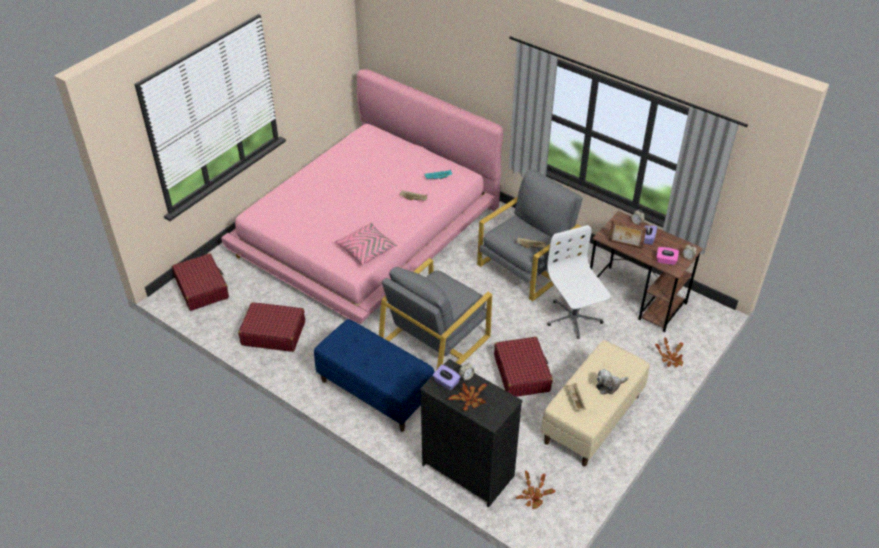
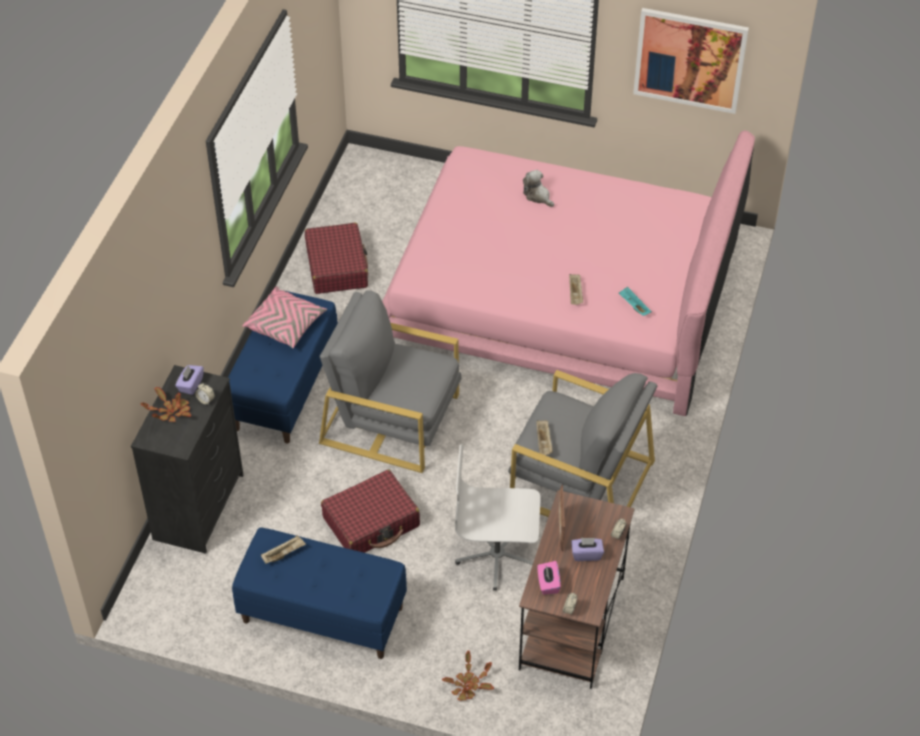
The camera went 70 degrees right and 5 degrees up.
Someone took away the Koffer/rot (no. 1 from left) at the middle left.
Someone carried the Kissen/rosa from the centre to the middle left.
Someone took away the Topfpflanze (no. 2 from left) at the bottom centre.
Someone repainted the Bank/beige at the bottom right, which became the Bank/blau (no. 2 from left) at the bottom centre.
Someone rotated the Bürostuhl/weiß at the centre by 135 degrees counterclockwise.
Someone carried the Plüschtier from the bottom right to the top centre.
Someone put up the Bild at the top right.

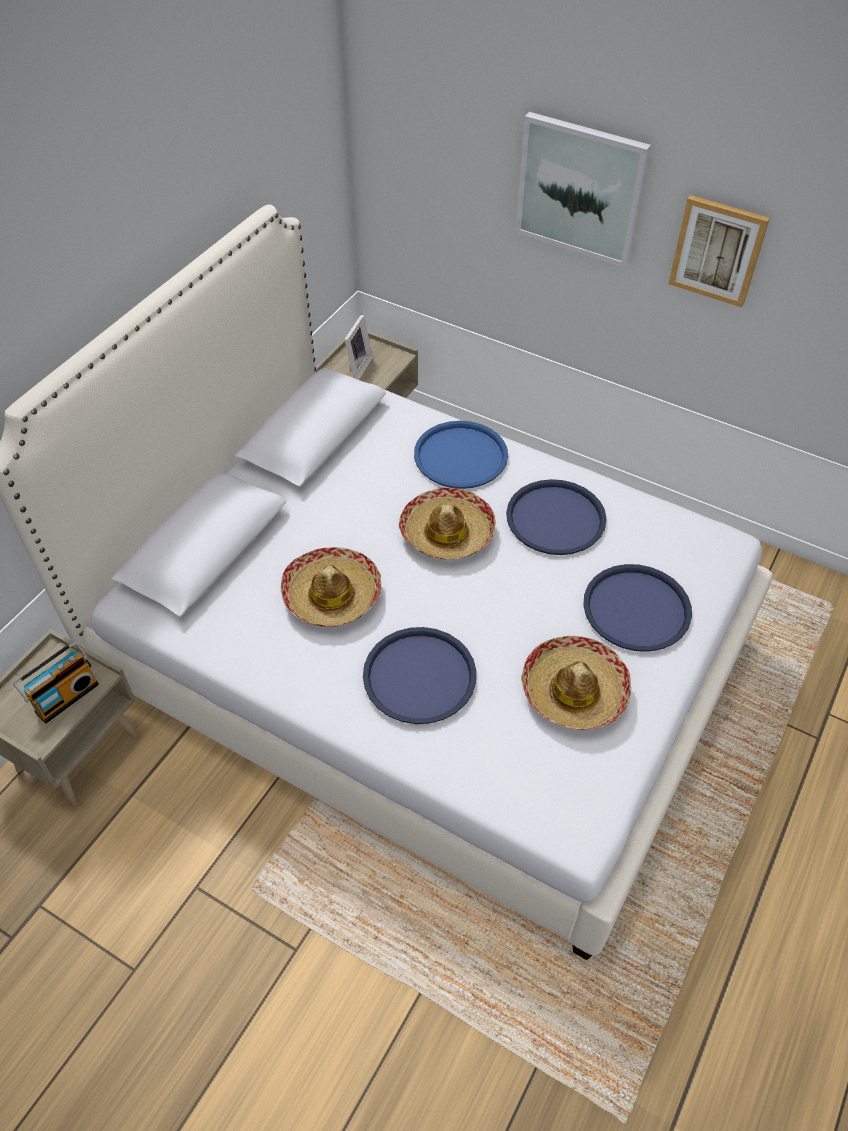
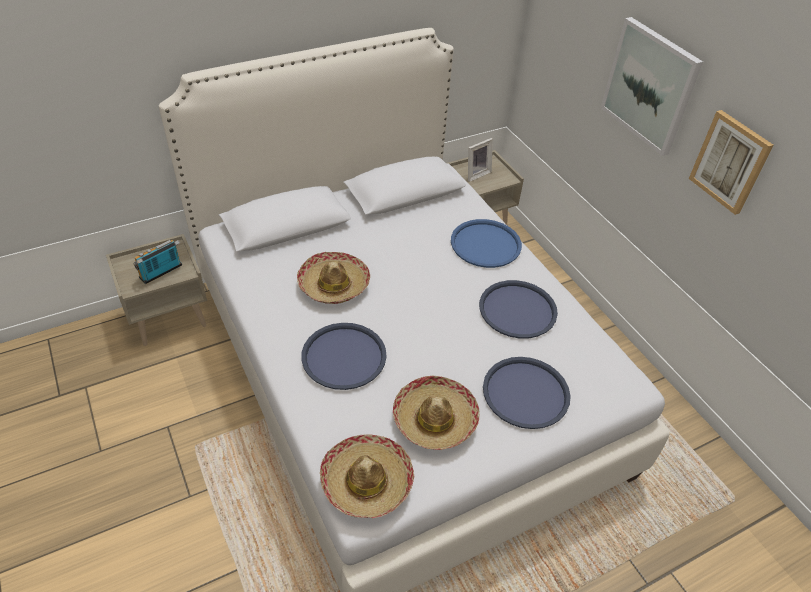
The camera went 30 degrees right and 5 degrees down.
Someone rotated the Radio at the middle left by 150 degrees clockwise.
Someone carried the Hut (no. 2 from left) from the centre to the bottom centre.

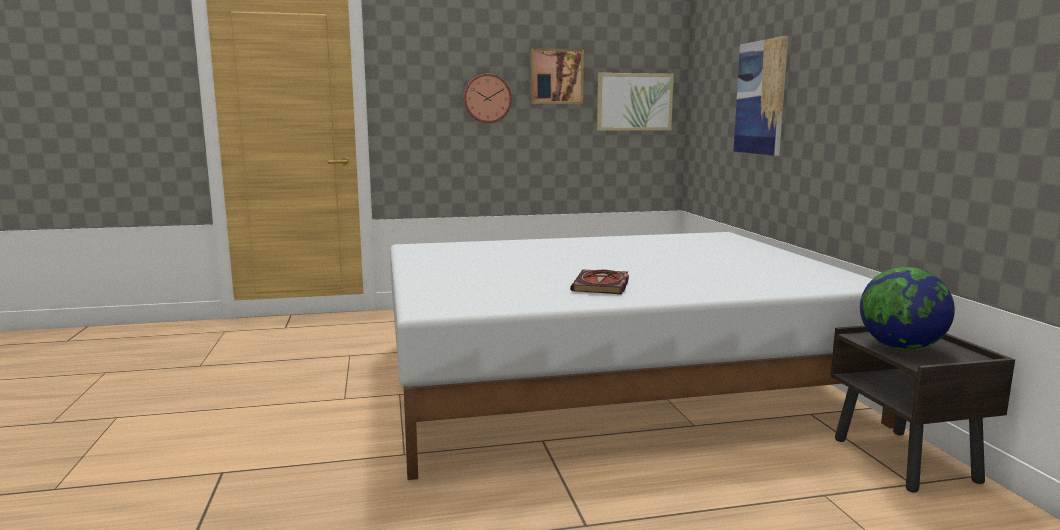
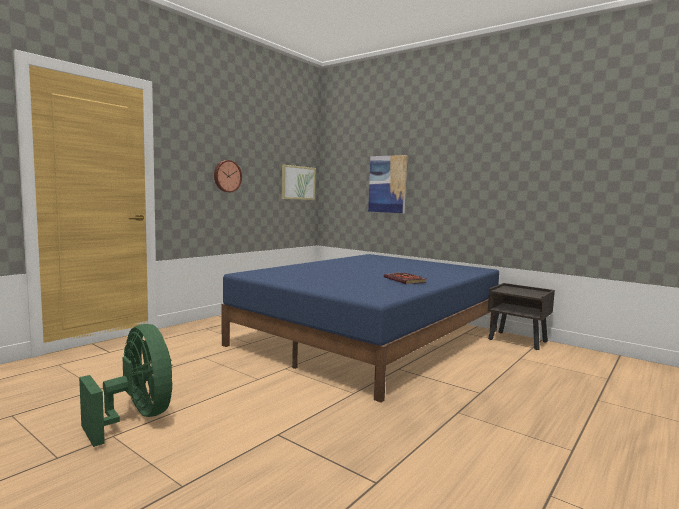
The camera went 40 degrees left and 5 degrees down.
Someone repainted the Bett/weiß at the bottom centre, which became the Bett/blau at the centre.
Someone took away the Bild (no. 1 from left) at the top centre.
Someone took away the Globus at the middle right.
Someone put down the Ventilator/grün at the bottom left.

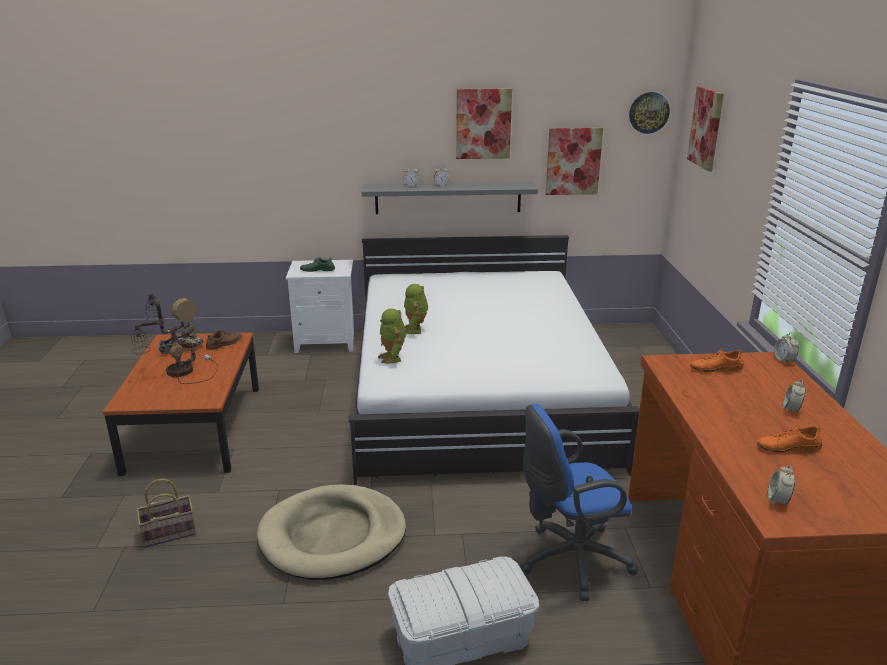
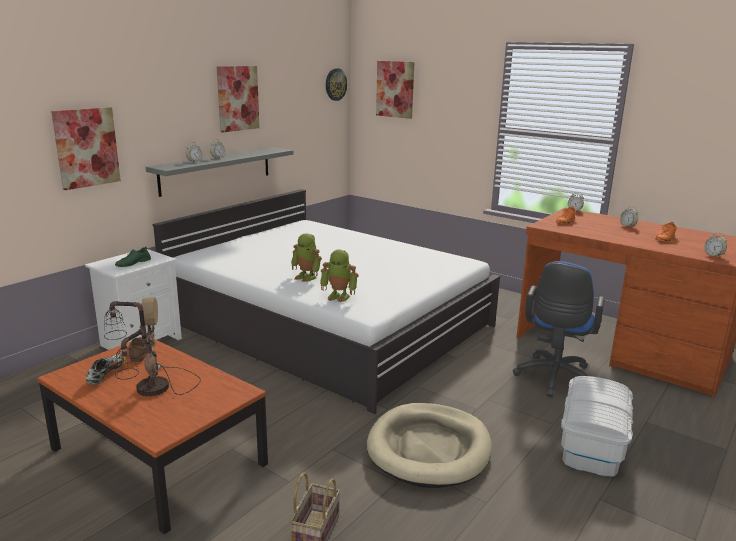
The camera went 50 degrees left and 5 degrees down.
Someone carried the Bild (no. 2 from left in the first image) from the top centre to the top left.

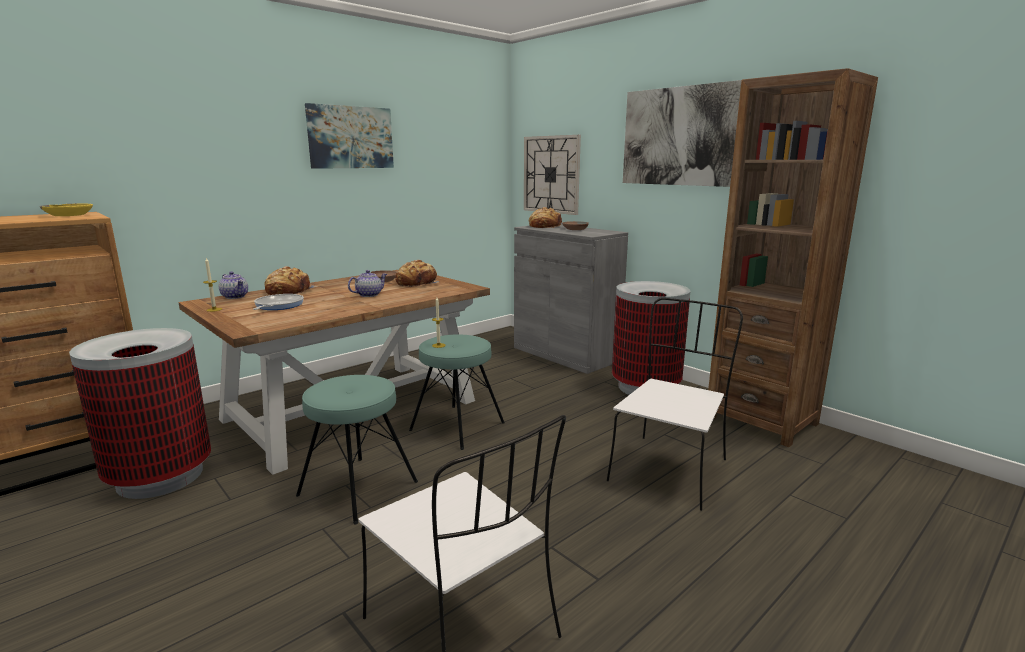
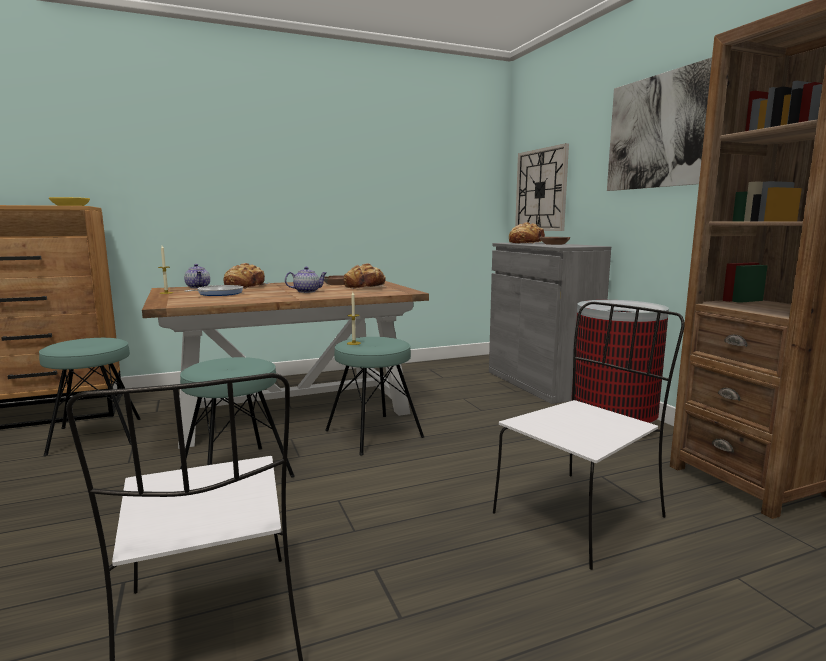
The camera went 20 degrees right and 5 degrees down.
Someone swapped the Mülleimer (no. 1 from left) at the middle left for the Hocker/türkis (no. 1 from left) at the middle left.
Someone took away the Bild (no. 1 from left) at the top centre.

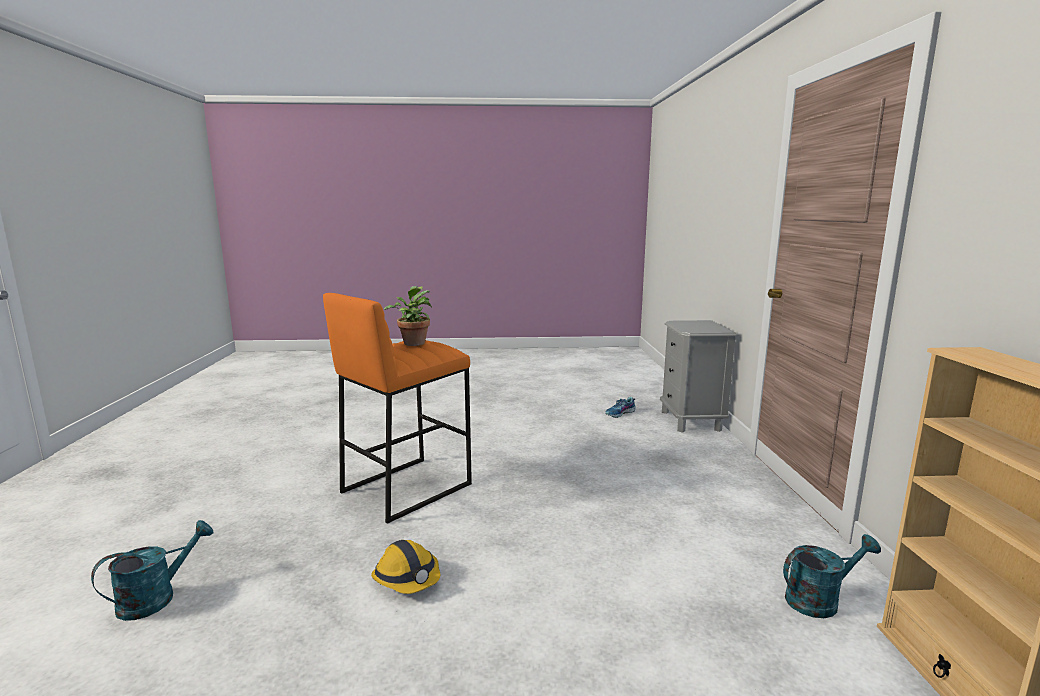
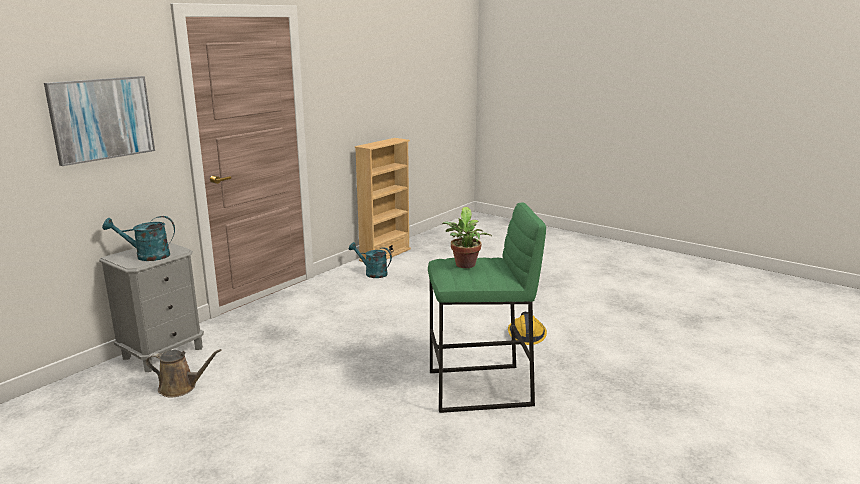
The camera went 140 degrees left and 5 degrees up.
Someone carried the Gießkanne/türkis (no. 1 from left) from the bottom left to the middle left.
Someone repainted the Hocker/orange at the centre, which became the Hocker/grün at the centre.
Someone swapped the Schuh at the centre for the Gießkanne/braun at the bottom left.
Someone put up the Bild at the top left.

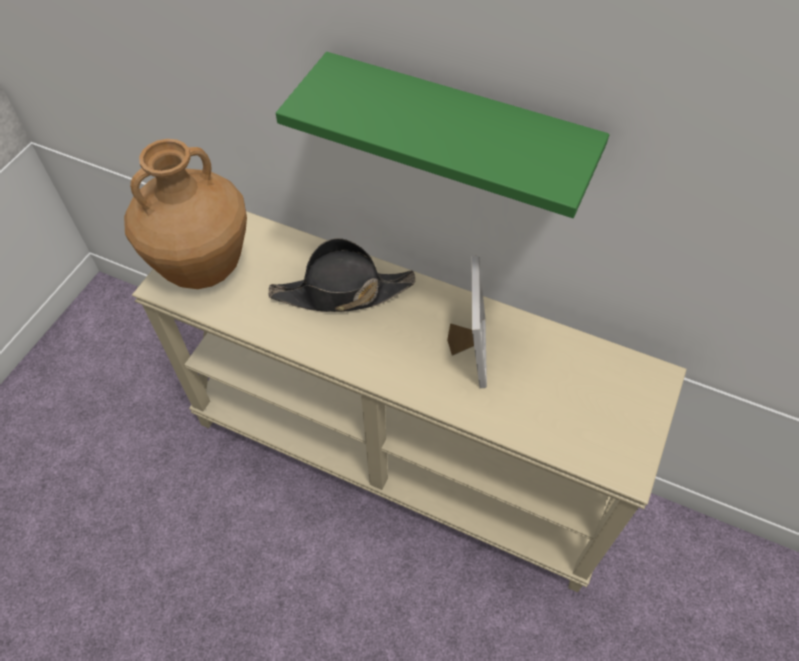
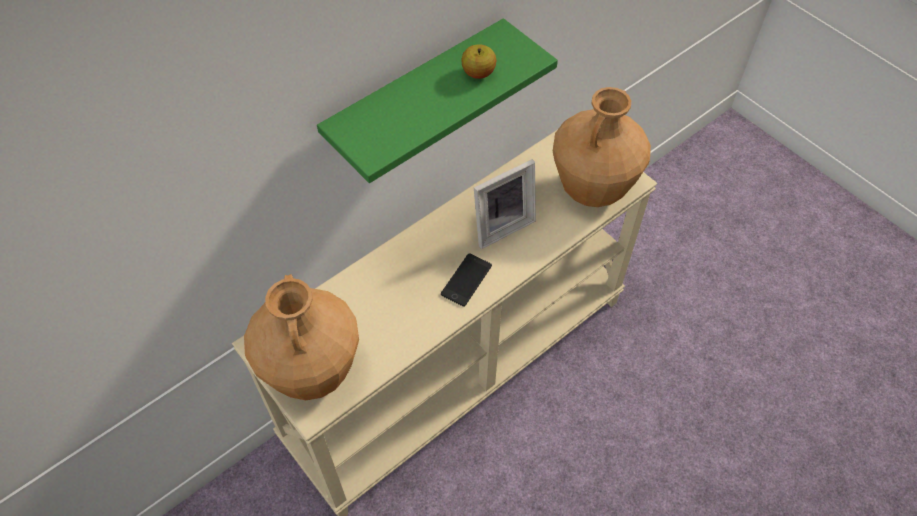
The camera went 65 degrees left and 0 degrees up.
Someone took away the Hut/schwarz at the centre.
Someone rotated the Bilderrahmen at the centre by 120 degrees clockwise.
Someone put down the Handy at the centre.
Someone put down the Apfel at the top centre.
Someone put down the Vase/braun (no. 2 from left) at the top centre.

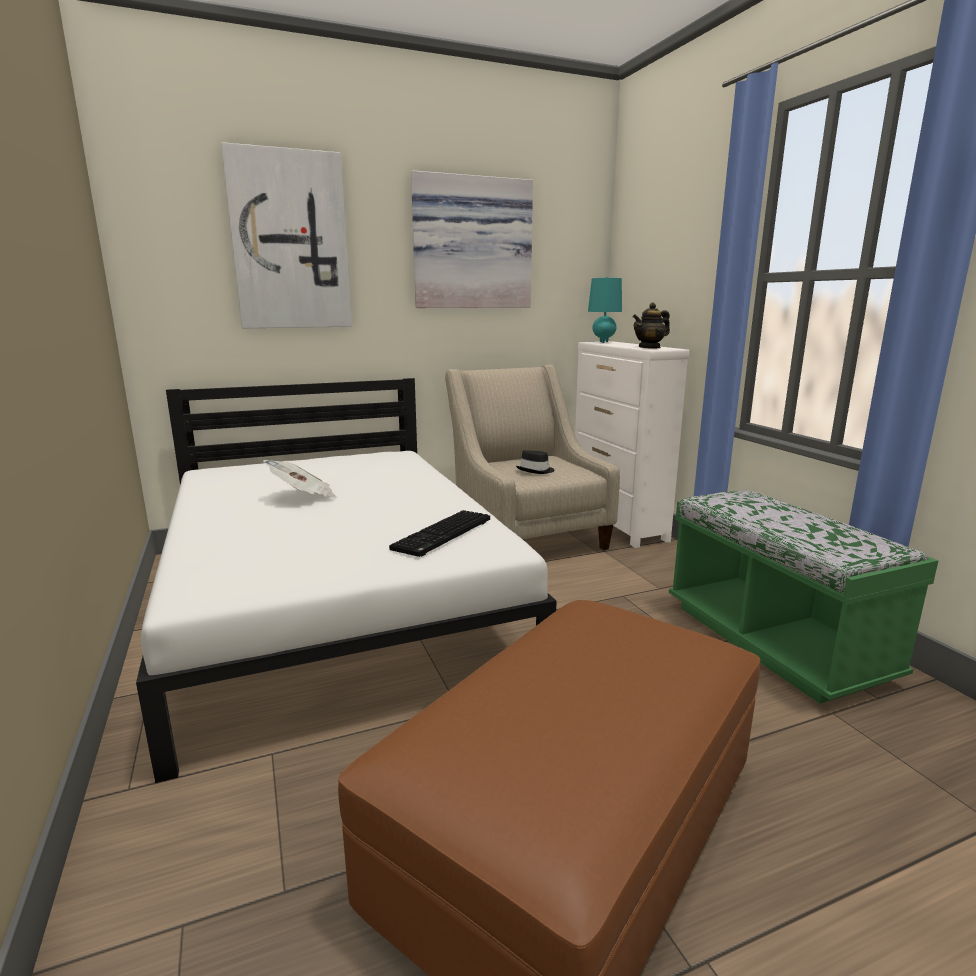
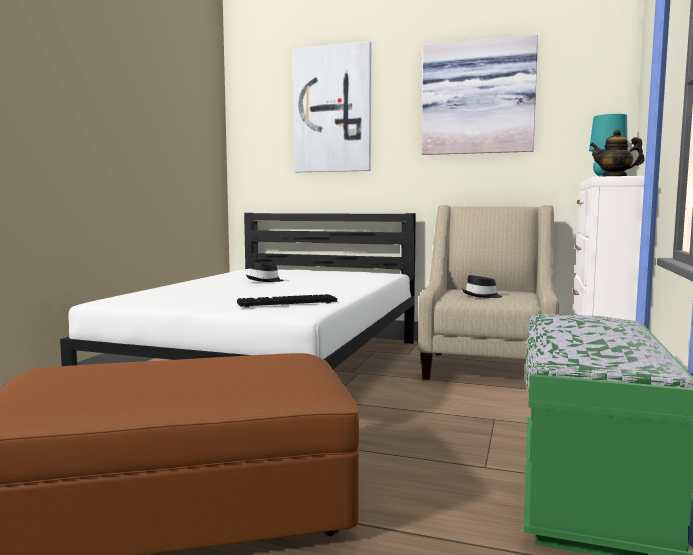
The camera went 40 degrees right and 10 degrees down.
Someone swapped the Zeitung at the middle left for the Hut/schwarz (no. 1 from left) at the centre.

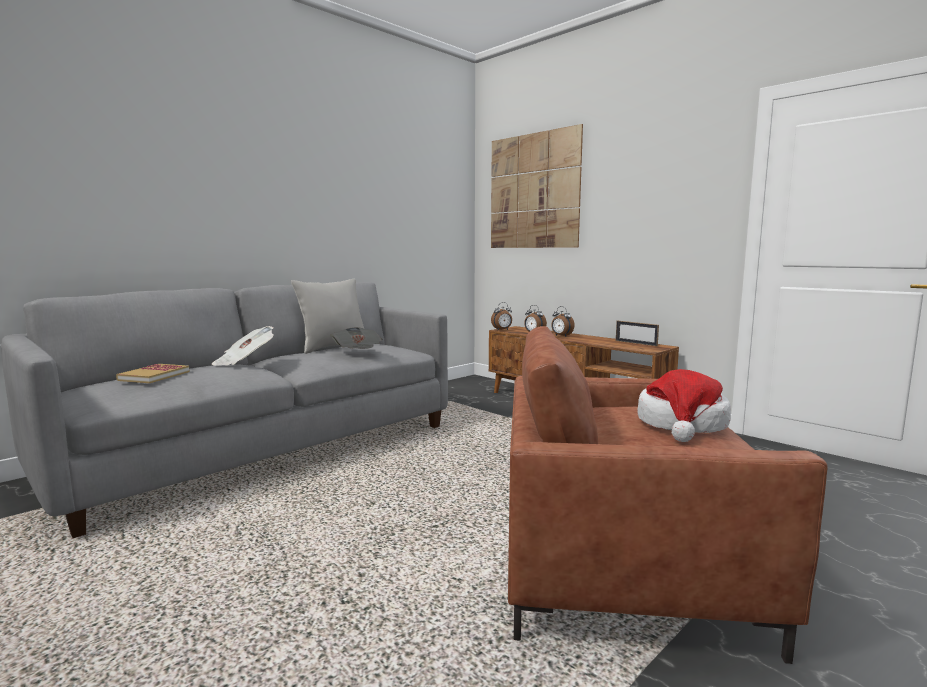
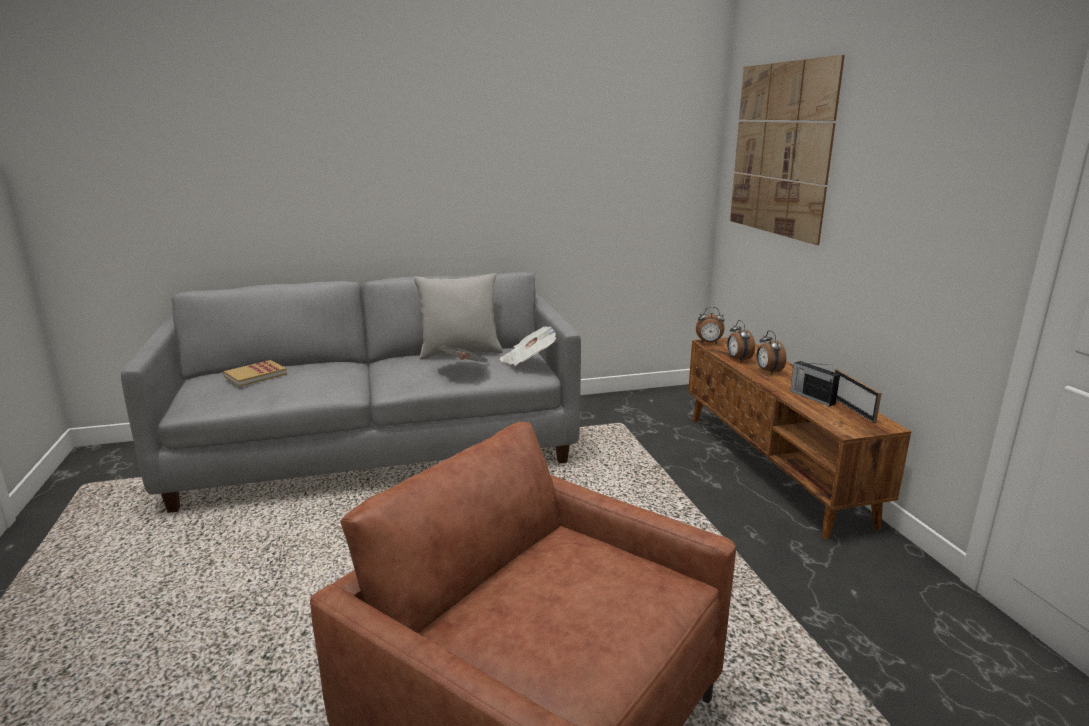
The camera went 30 degrees right and 10 degrees up.
Someone carried the Zeitung (no. 1 from left in the first image) from the middle left to the centre.
Someone took away the Hut at the middle right.
Someone put down the Radio at the middle right.

